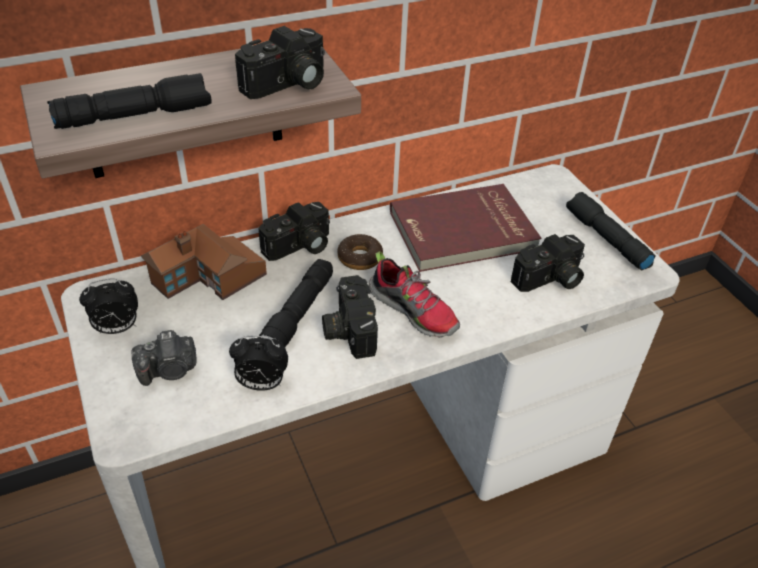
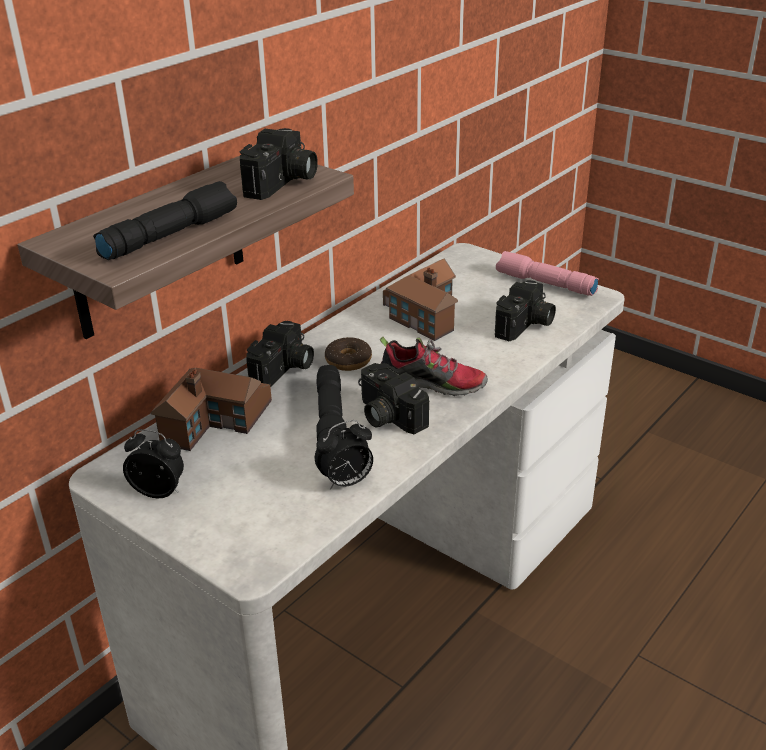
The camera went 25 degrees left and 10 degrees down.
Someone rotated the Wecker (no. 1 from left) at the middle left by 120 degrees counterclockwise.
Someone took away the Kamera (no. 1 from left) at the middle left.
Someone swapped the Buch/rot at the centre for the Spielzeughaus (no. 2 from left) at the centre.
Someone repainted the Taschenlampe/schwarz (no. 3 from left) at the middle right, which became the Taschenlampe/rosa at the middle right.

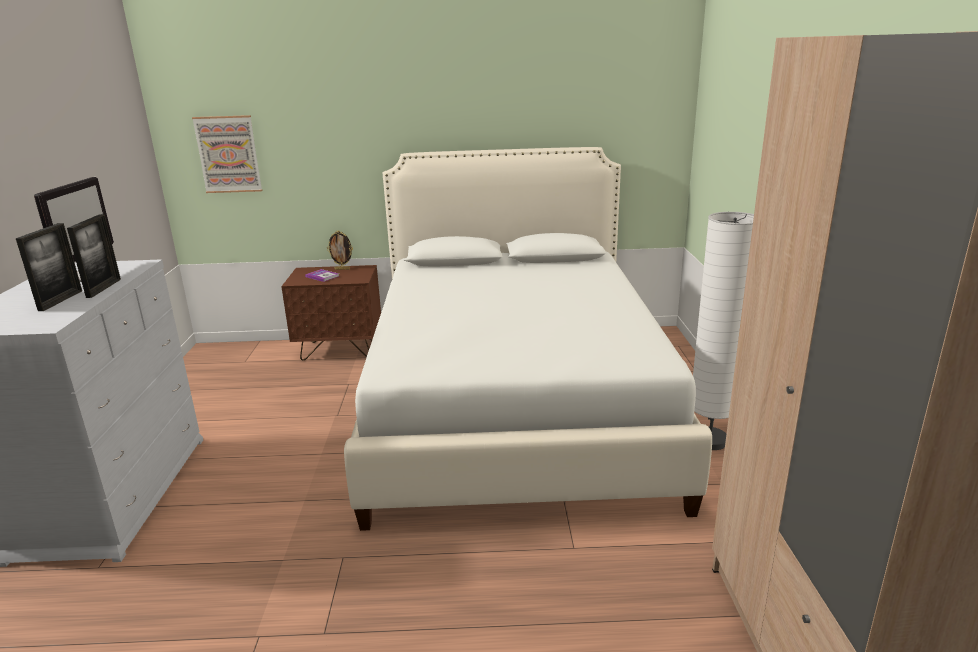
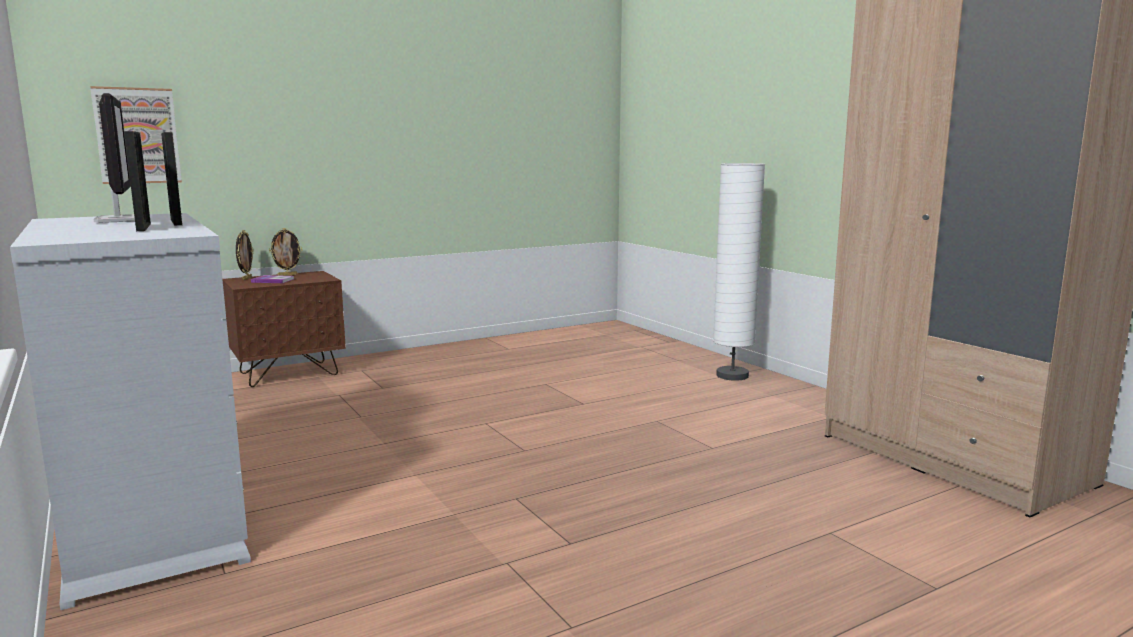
The camera went 30 degrees left and 10 degrees down.
Someone took away the Bett/weiß at the centre.
Someone put down the Bilderrahmen (no. 3 from left) at the middle left.

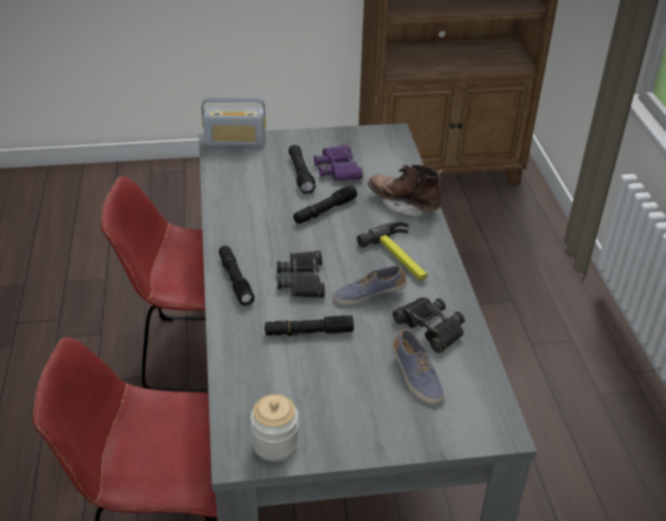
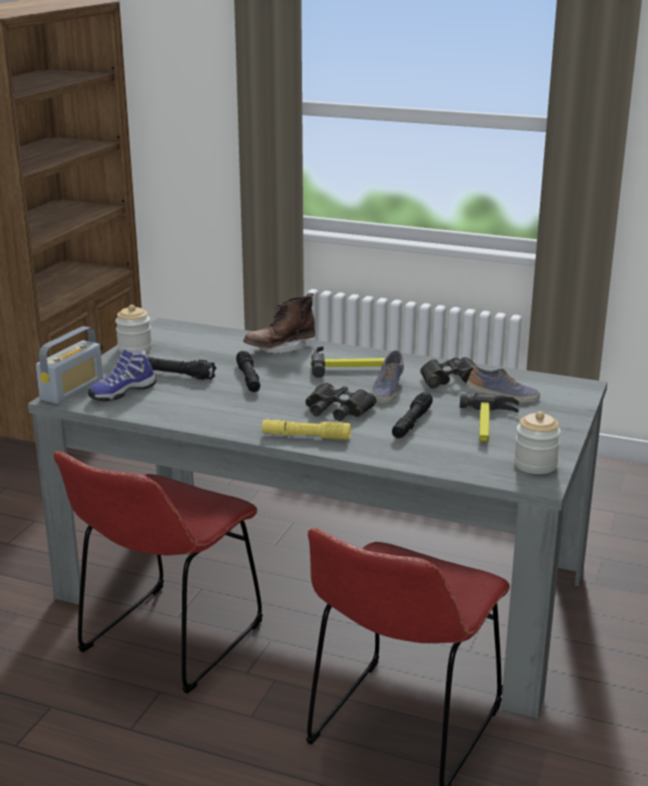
The camera went 60 degrees left and 15 degrees down.
Someone repainted the Taschenlampe/schwarz (no. 1 from left) at the centre, which became the Taschenlampe/gelb at the centre.
Someone took away the Fernglas/lila at the top centre.
Someone put down the Schuh (no. 1 from left) at the middle left.
Someone put down the Vorratsglas (no. 1 from left) at the middle left.
Someone put down the Hammer (no. 2 from left) at the middle right.

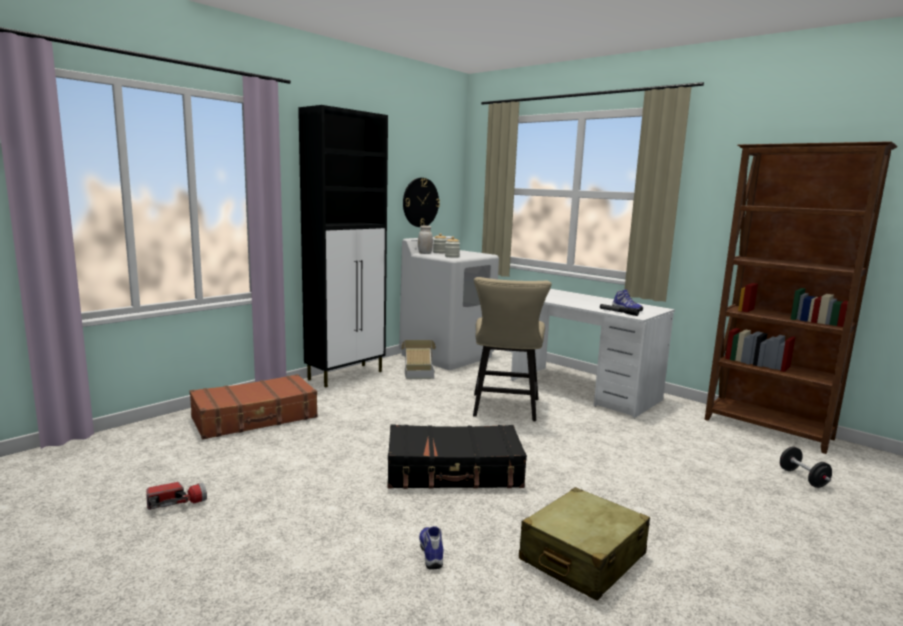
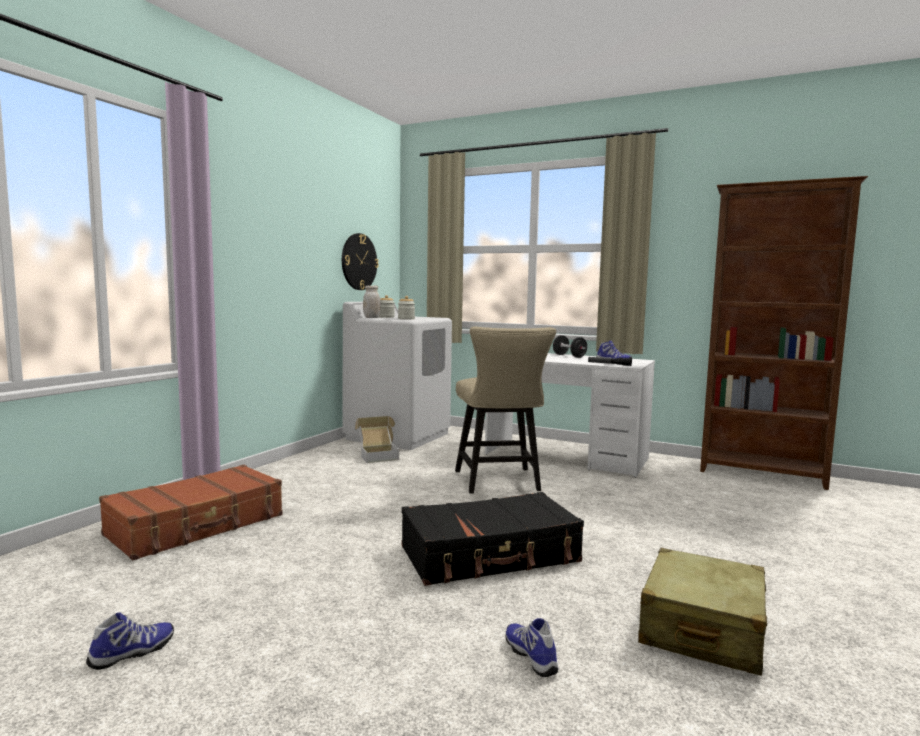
The camera went 15 degrees left and 5 degrees down.
Someone swapped the Taschenlampe (no. 1 from left) at the bottom left for the Schuh (no. 1 from left) at the bottom left.
Someone took away the Schrank/schwarz at the centre.
Someone carried the Hantel/schwarz from the bottom right to the centre.

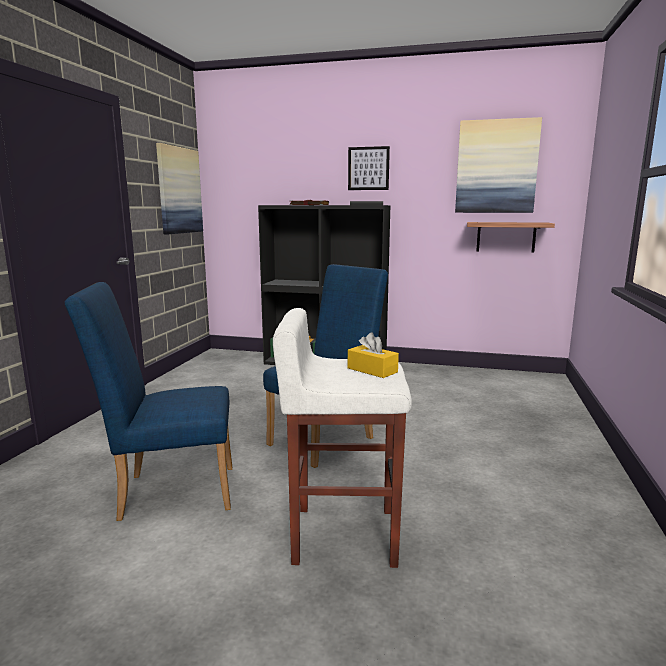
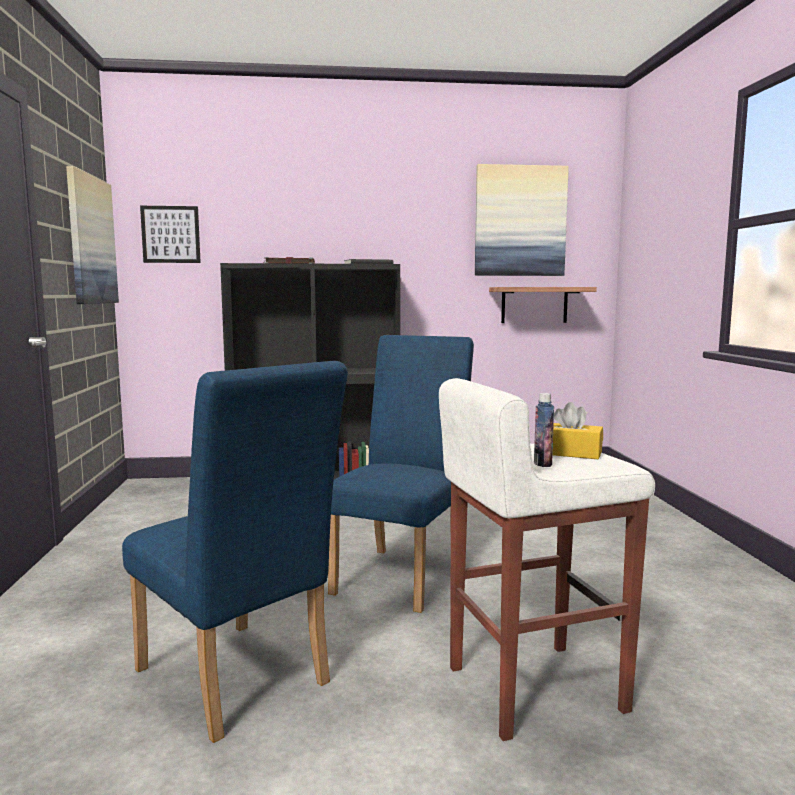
The camera went 20 degrees left and 5 degrees down.
Someone rotated the Stuhl/blau (no. 1 from left) at the middle left by 105 degrees counterclockwise.
Someone carried the Bild (no. 2 from left) from the top centre to the top left.
Someone put down the Flasche at the middle right.

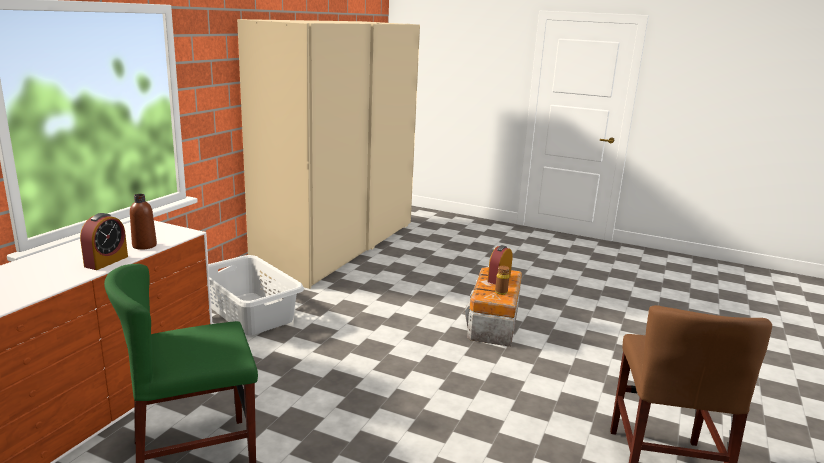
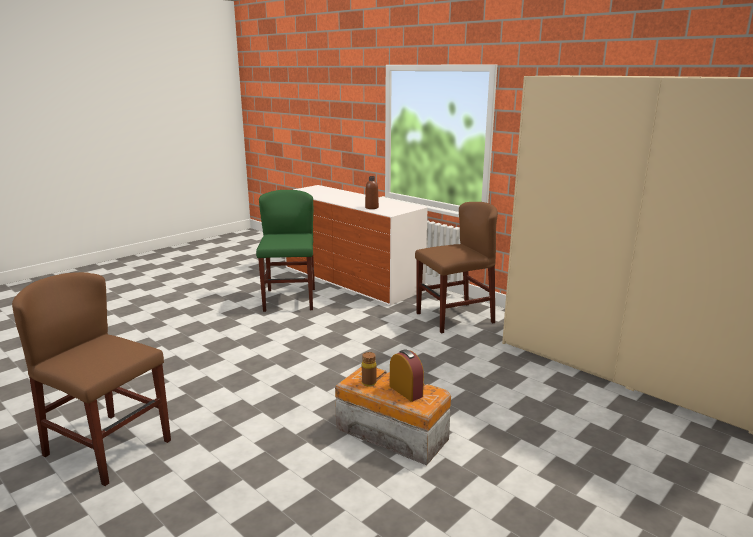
The camera went 110 degrees right and 0 degrees up.
Someone took away the Wecker (no. 1 from left) at the middle left.
Someone swapped the Wäschekorb/grau at the middle left for the Stuhl/braun (no. 2 from left) at the centre.

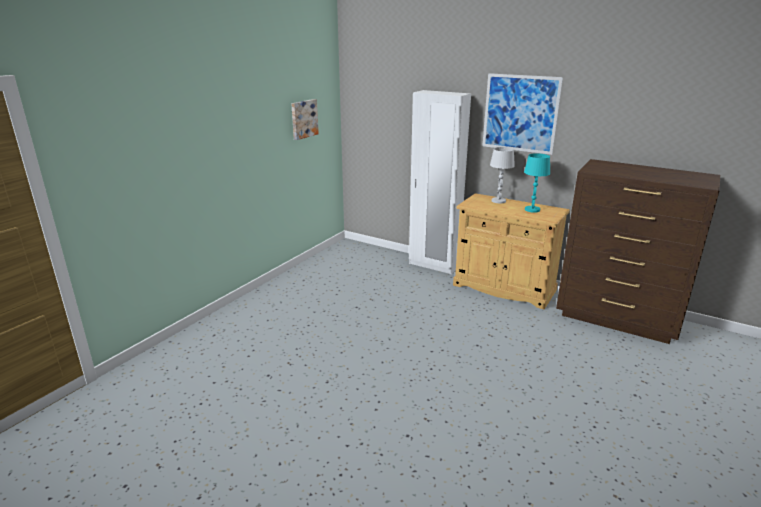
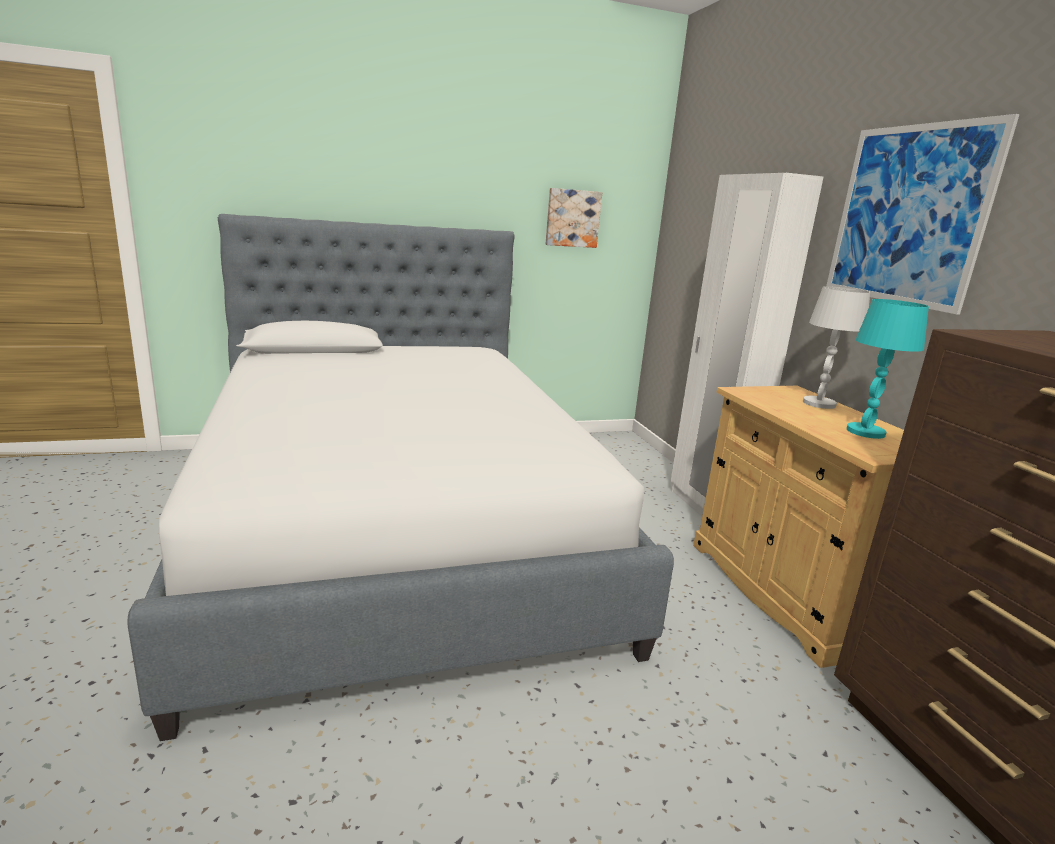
The camera went 40 degrees right and 5 degrees down.
Someone put down the Bett at the centre.

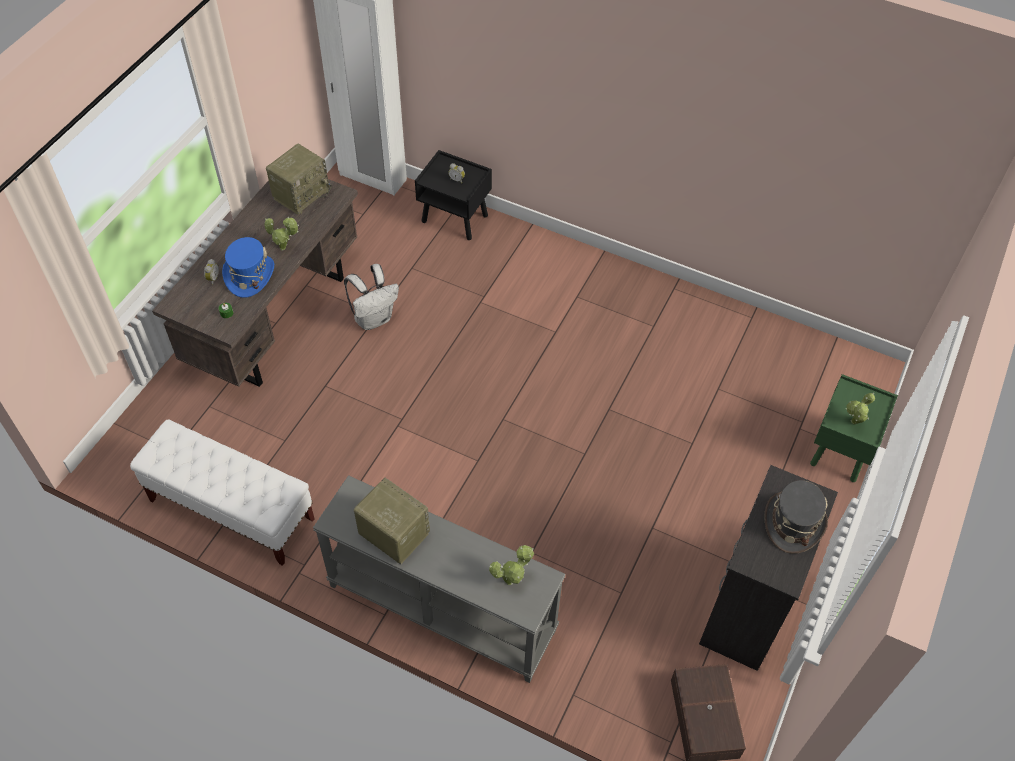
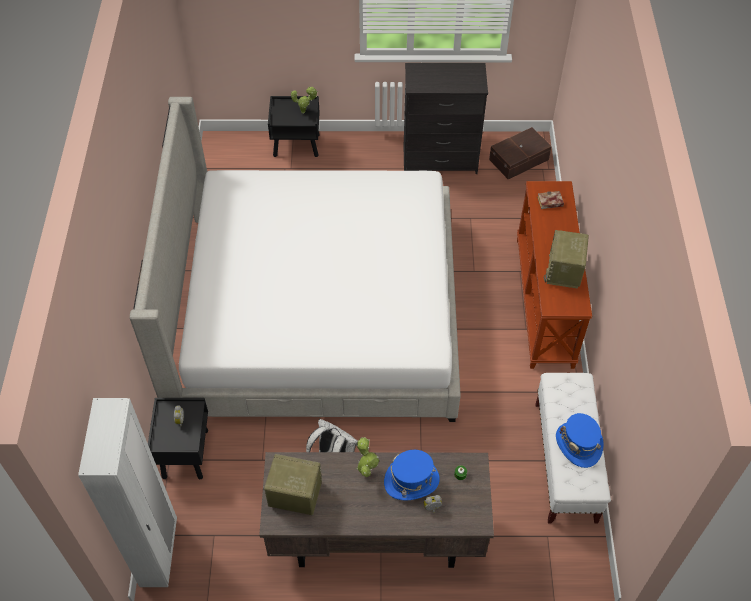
The camera went 115 degrees left and 0 degrees up.
Someone repainted the Konsolentisch/grau at the bottom centre, which became the Konsolentisch/braun at the middle right.
Someone swapped the Topfpflanze (no. 2 from left) at the bottom centre for the Buch at the top right.
Someone took away the Hut/grau at the bottom right.
Someone repainted the Nachttisch/grün at the middle right, which became the Nachttisch/schwarz (no. 2 from left) at the top centre.
Someone put down the Bett at the centre.
Someone put down the Hut/blau (no. 2 from left) at the bottom right.

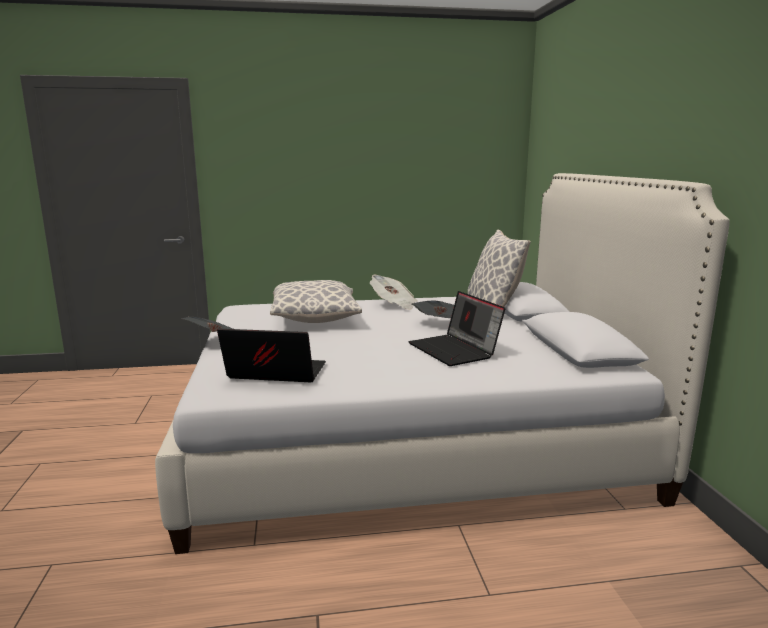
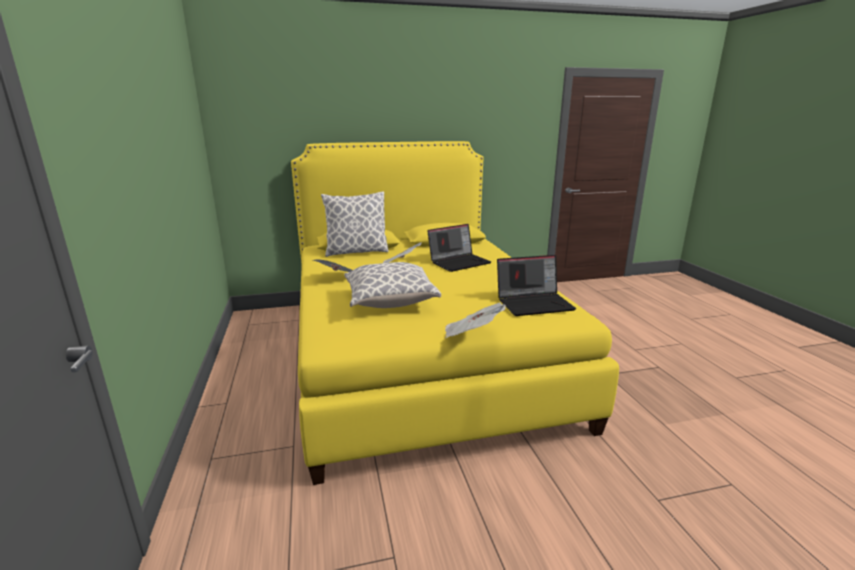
The camera went 95 degrees left and 5 degrees up.
Someone repainted the Bett/weiß at the centre, which became the Bett/gelb at the centre.
Someone rotated the Laptop (no. 1 from left in the first image) at the centre by 105 degrees counterclockwise.

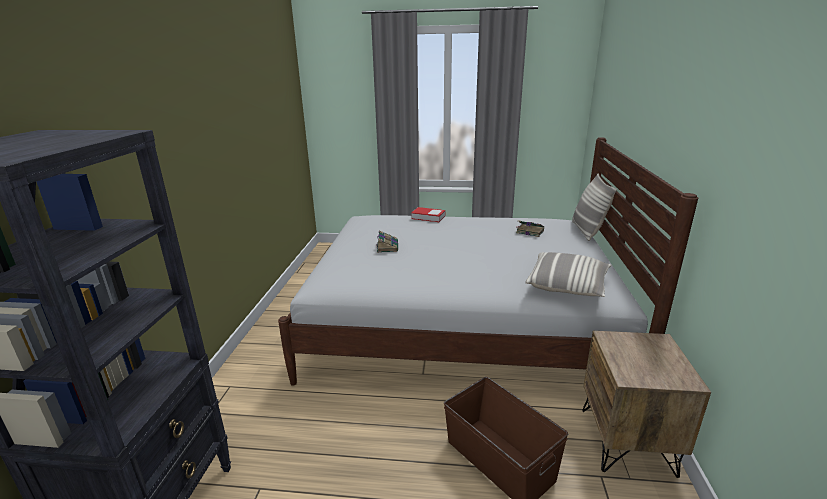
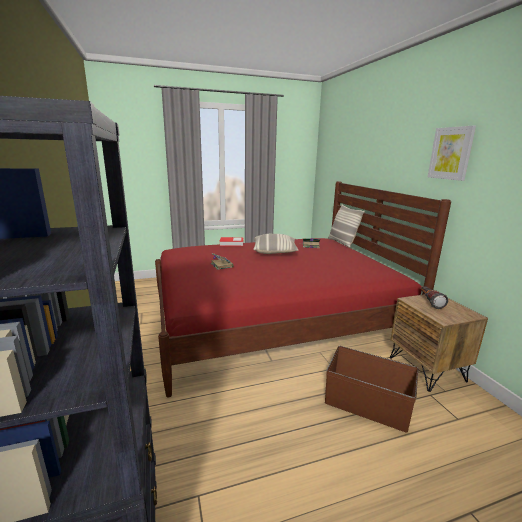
The camera went 25 degrees left and 5 degrees down.
Someone repainted the Bett/weiß at the centre, which became the Bett/rot at the centre.
Someone carried the Kissen (no. 1 from left) from the middle right to the centre.
Someone put down the Taschenlampe at the middle right.
Someone put up the Bild at the top right.

